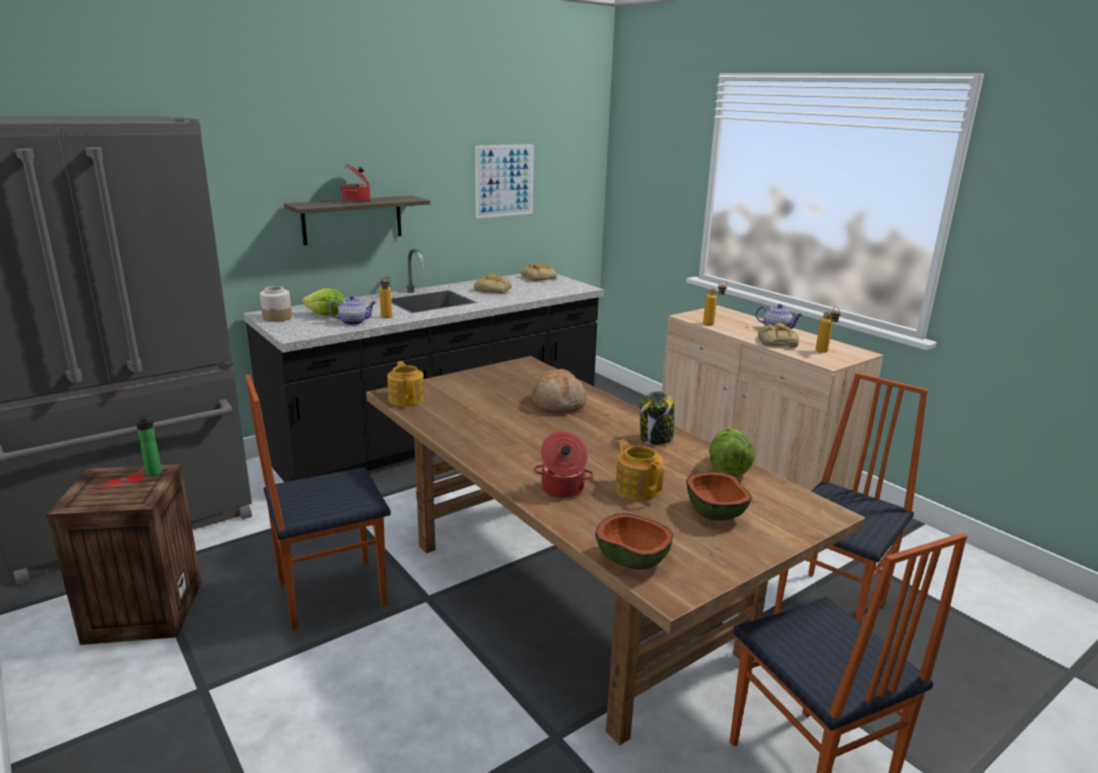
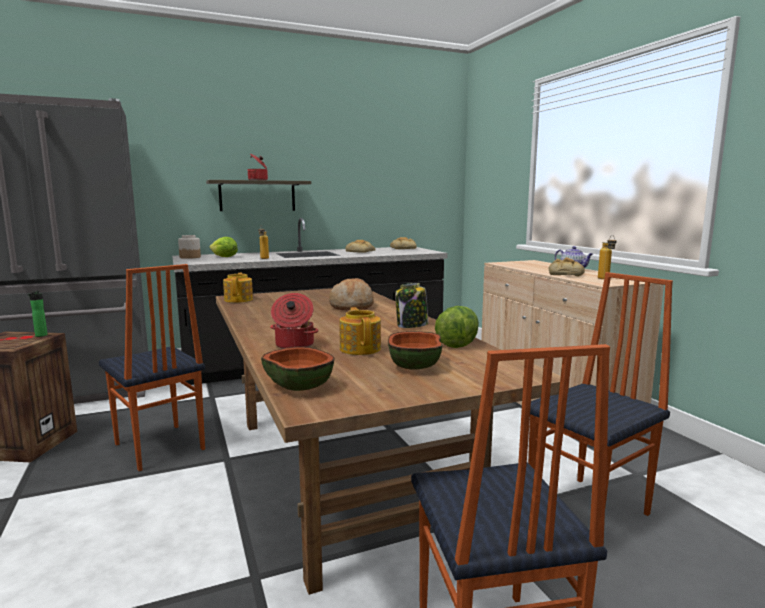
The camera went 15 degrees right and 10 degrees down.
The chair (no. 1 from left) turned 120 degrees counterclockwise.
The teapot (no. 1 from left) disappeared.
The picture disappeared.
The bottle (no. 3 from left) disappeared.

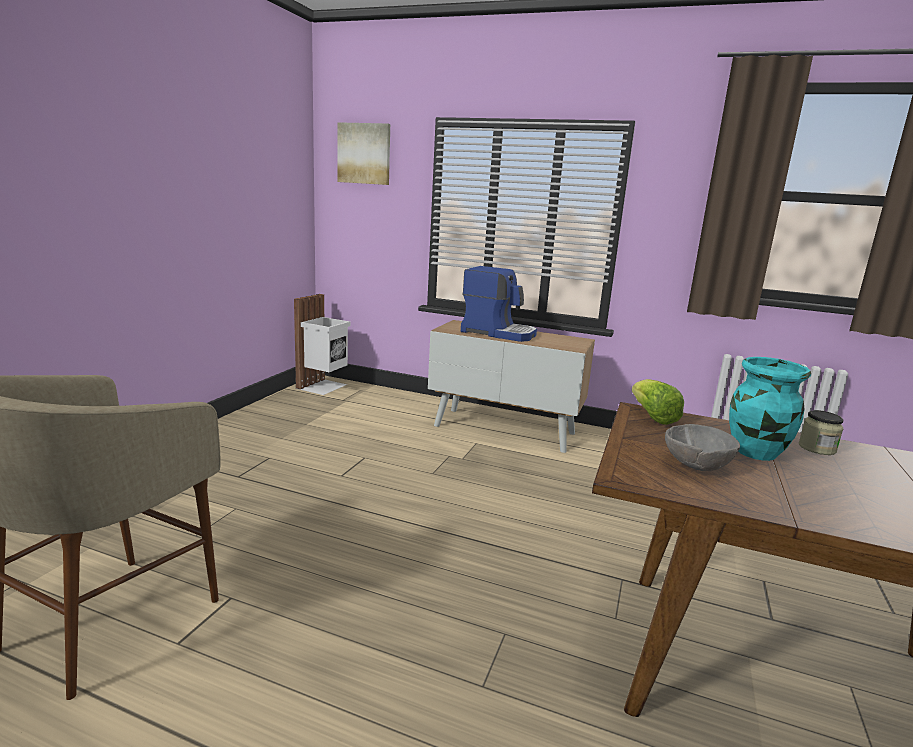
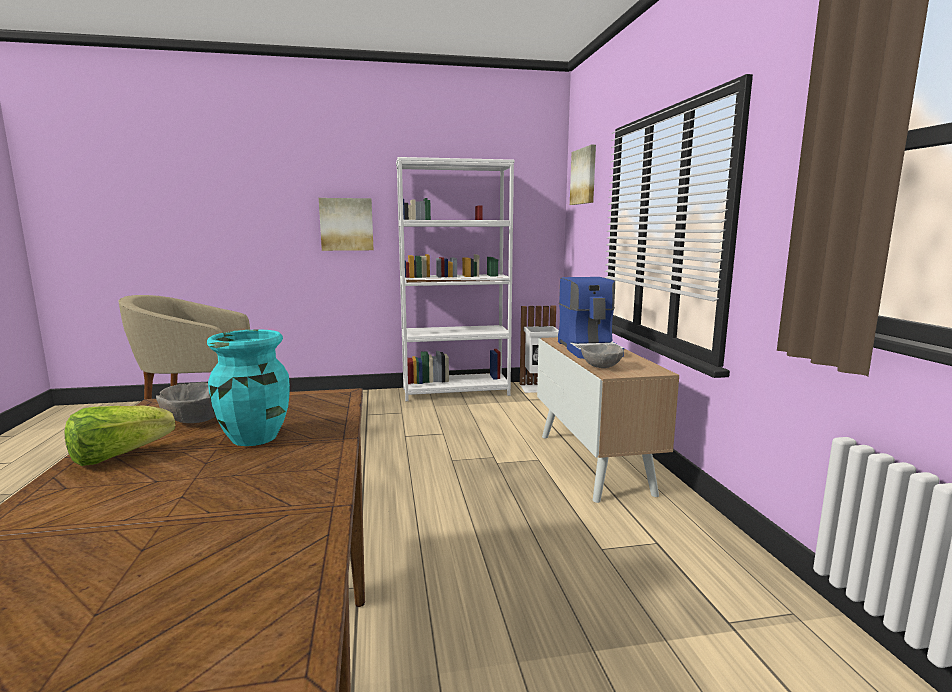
The camera went 60 degrees right and 5 degrees down.
The lettuce moved.
The picture (no. 1 from left) appeared.
The bookcase in white appeared.
The bowl in grey (no. 2 from left) appeared.
The jar disappeared.

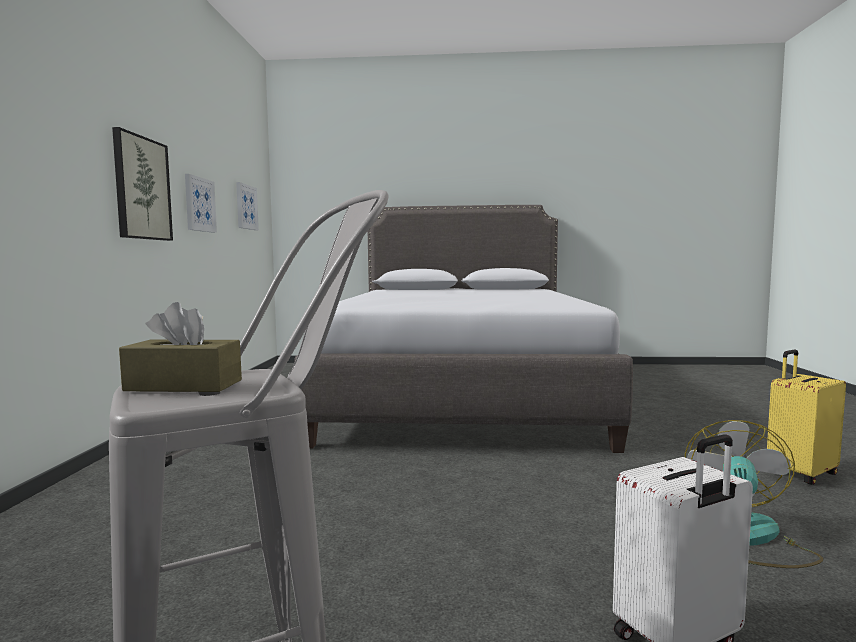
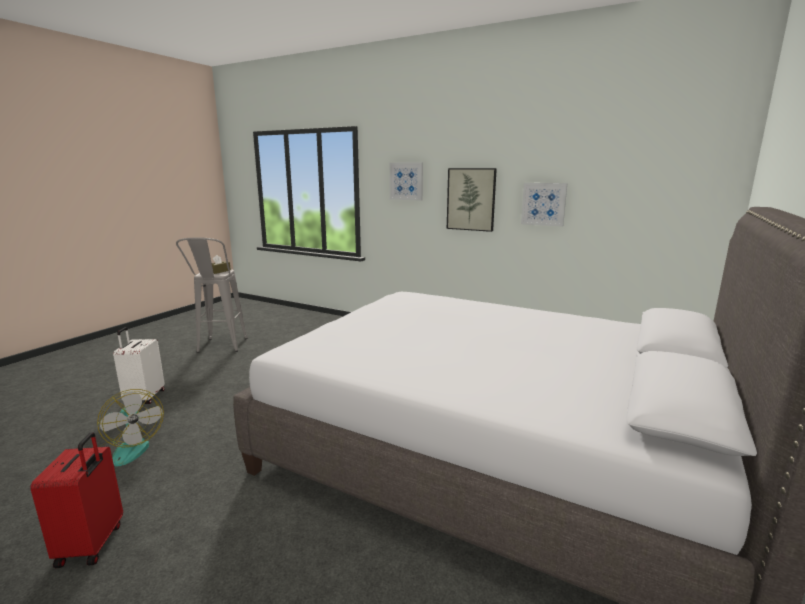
The camera went 115 degrees right and 10 degrees up.
The suitcase in yellow became the suitcase in red.
The picture (no. 3 from left in the first image) moved.

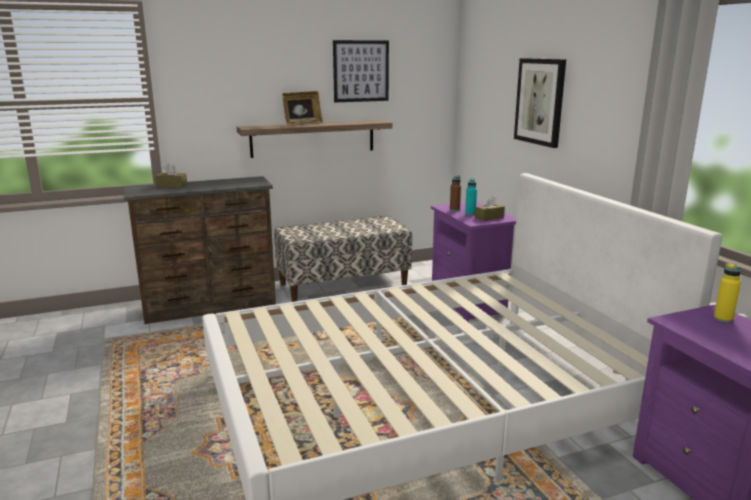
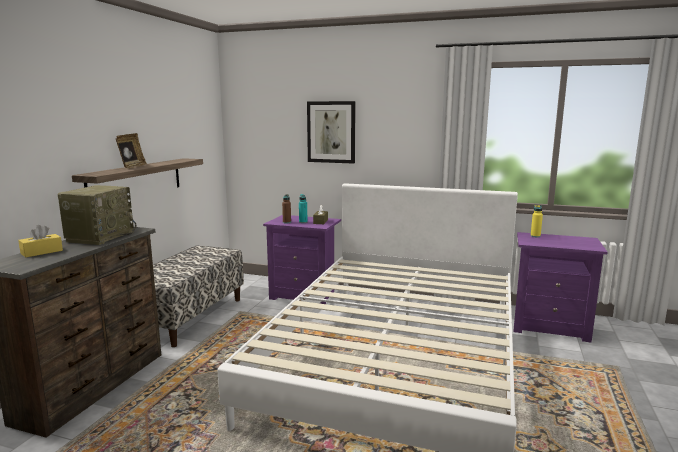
The camera went 50 degrees left and 5 degrees down.
The tissue box in brown (no. 1 from left) became the tissue box in yellow.
The radio appeared.
The picture (no. 1 from left) disappeared.

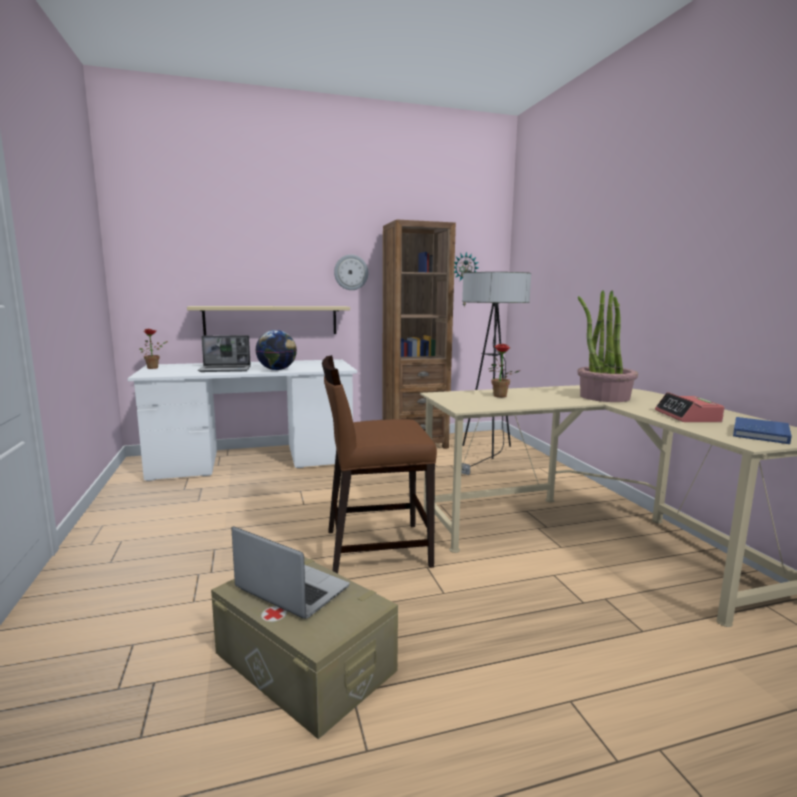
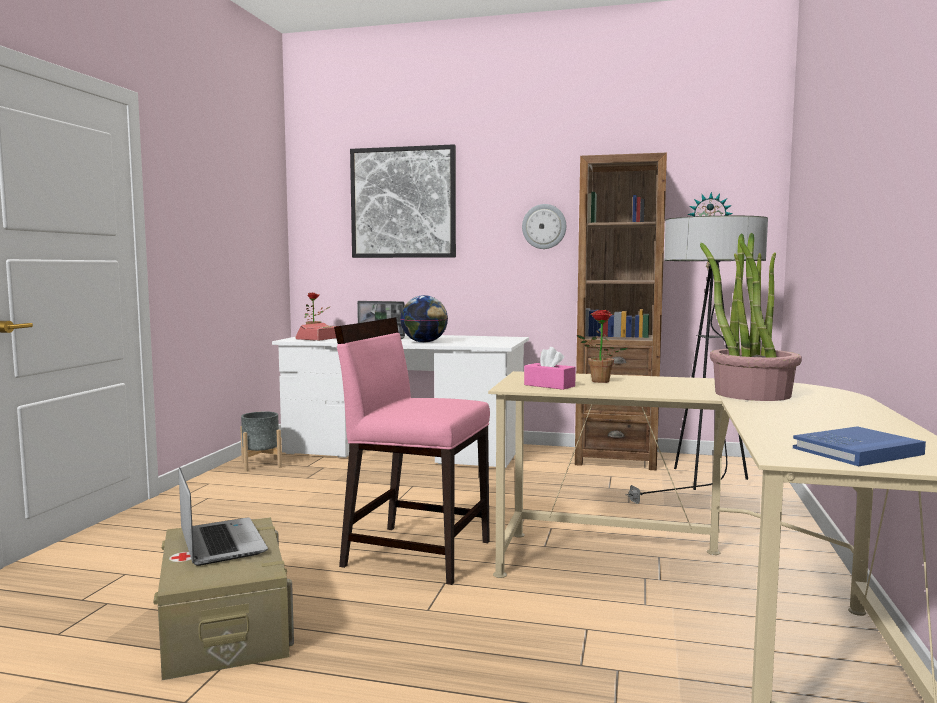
The camera went 30 degrees right and 5 degrees down.
The planter in grey appeared.
The alarm clock moved.
The chair in brown became the chair in pink.
The picture appeared.
The tissue box in pink appeared.
The shelf in beige disappeared.

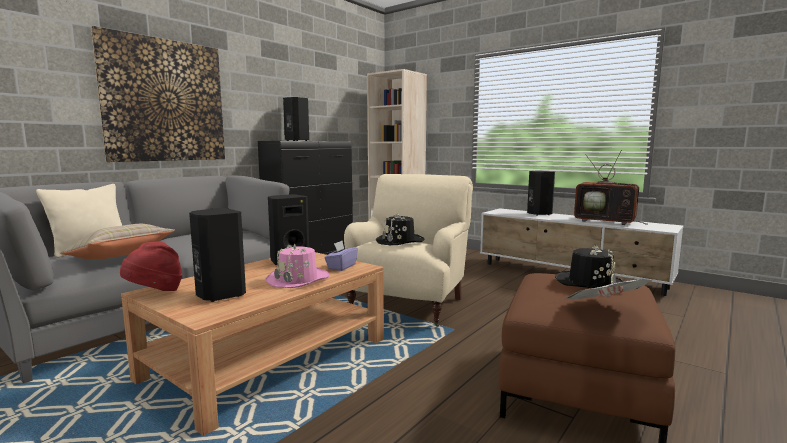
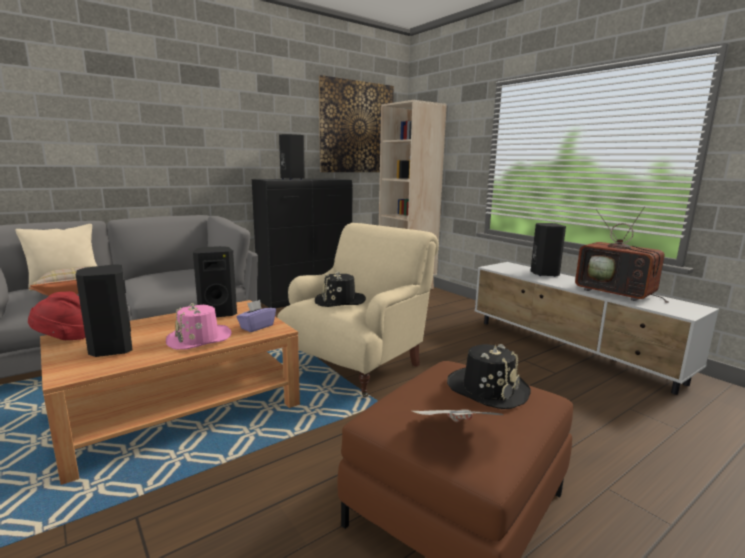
The camera went 15 degrees right and 5 degrees up.
The picture moved.

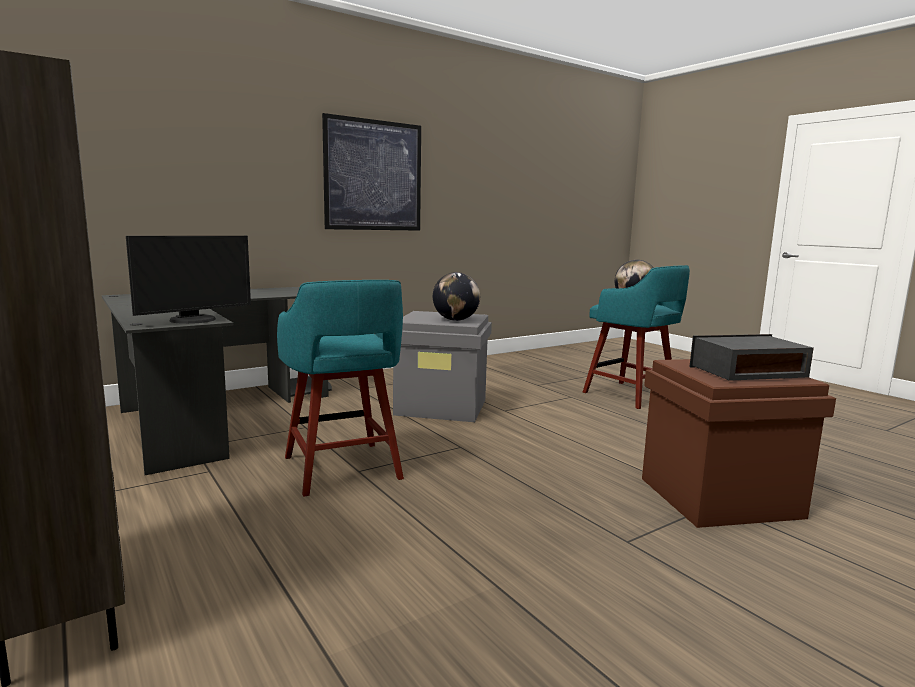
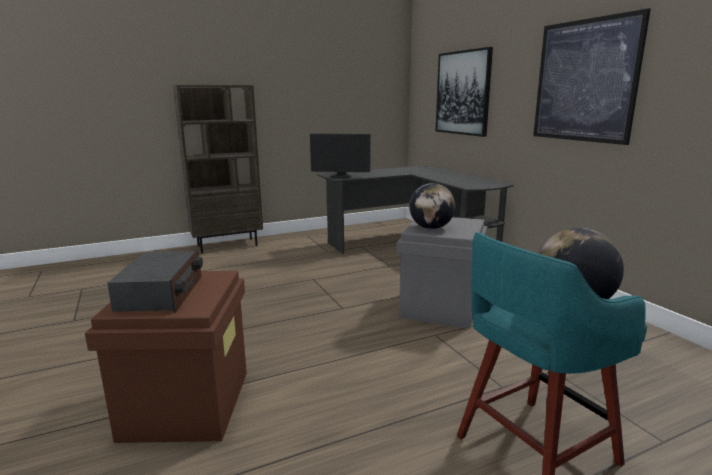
The camera went 100 degrees right and 5 degrees up.
The monitor turned 45 degrees counterclockwise.
The picture (no. 1 from left) appeared.
The stool in turquoise (no. 1 from left) disappeared.

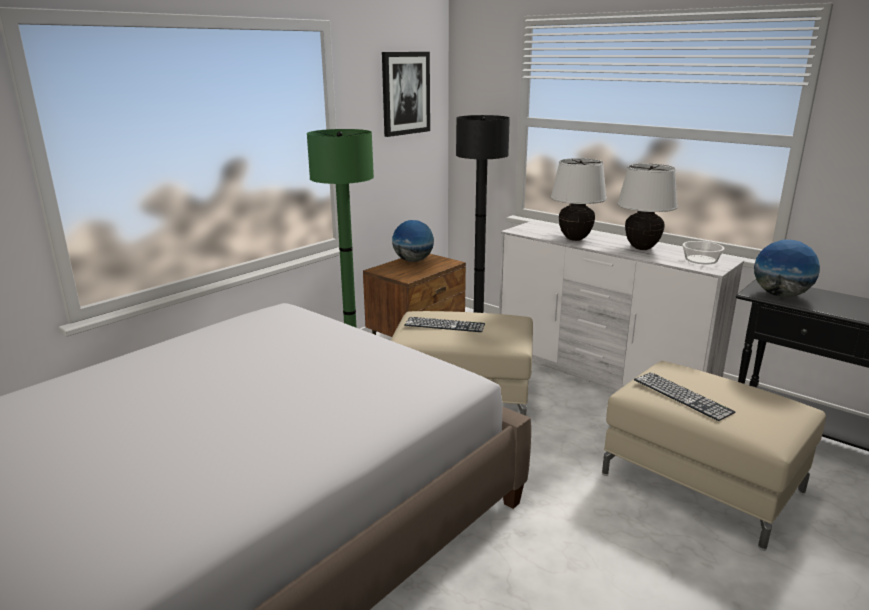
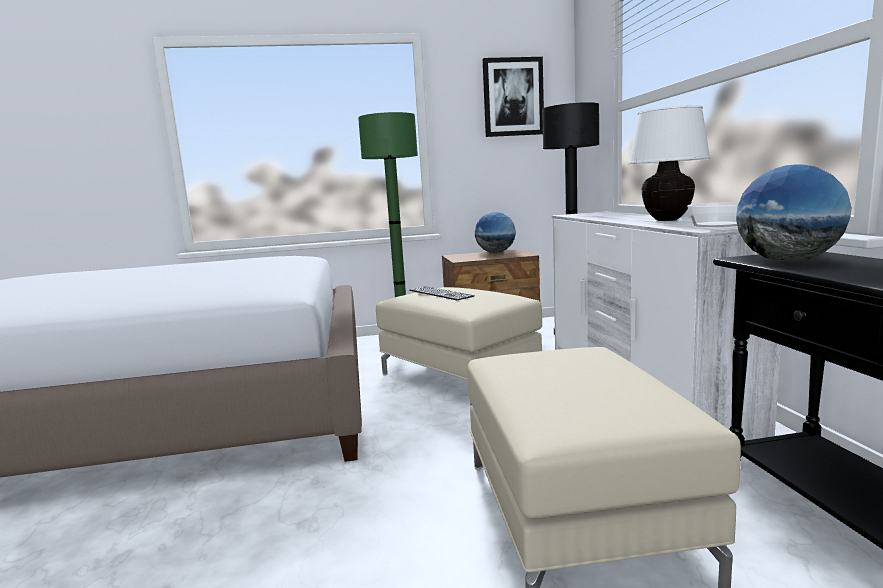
The camera went 40 degrees right and 10 degrees down.
The table lamp in white (no. 1 from left) disappeared.
The keyboard (no. 2 from left) disappeared.

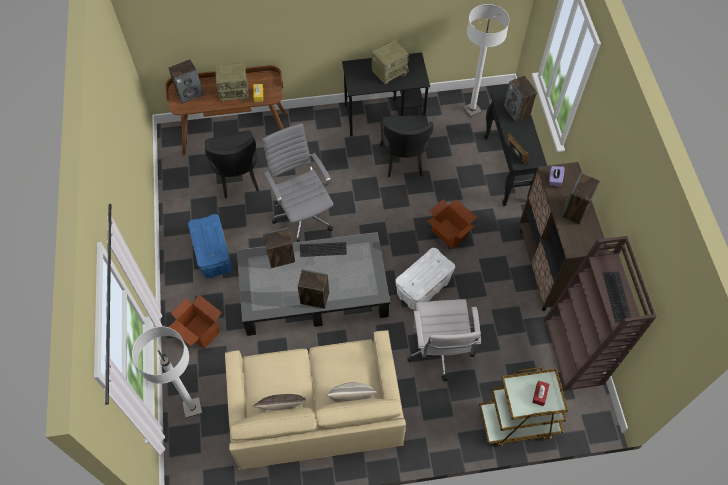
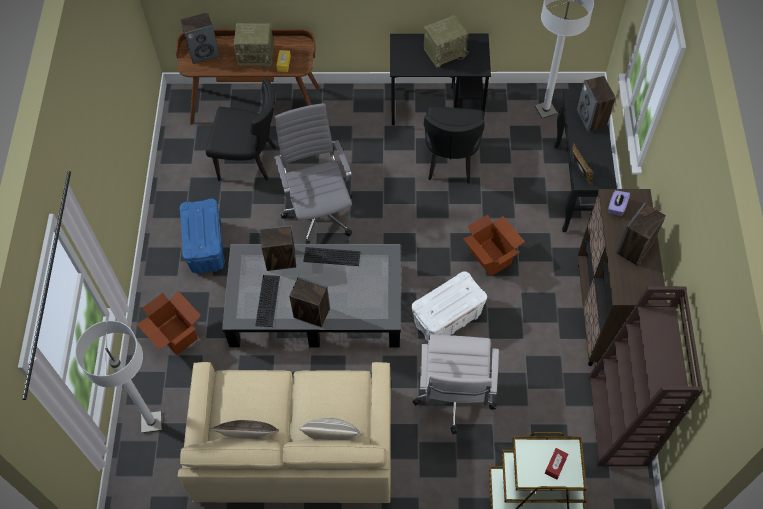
The camera went 10 degrees right and 0 degrees up.
The chair in black (no. 1 from left) turned 75 degrees counterclockwise.
The keyboard (no. 2 from left in the first image) moved.

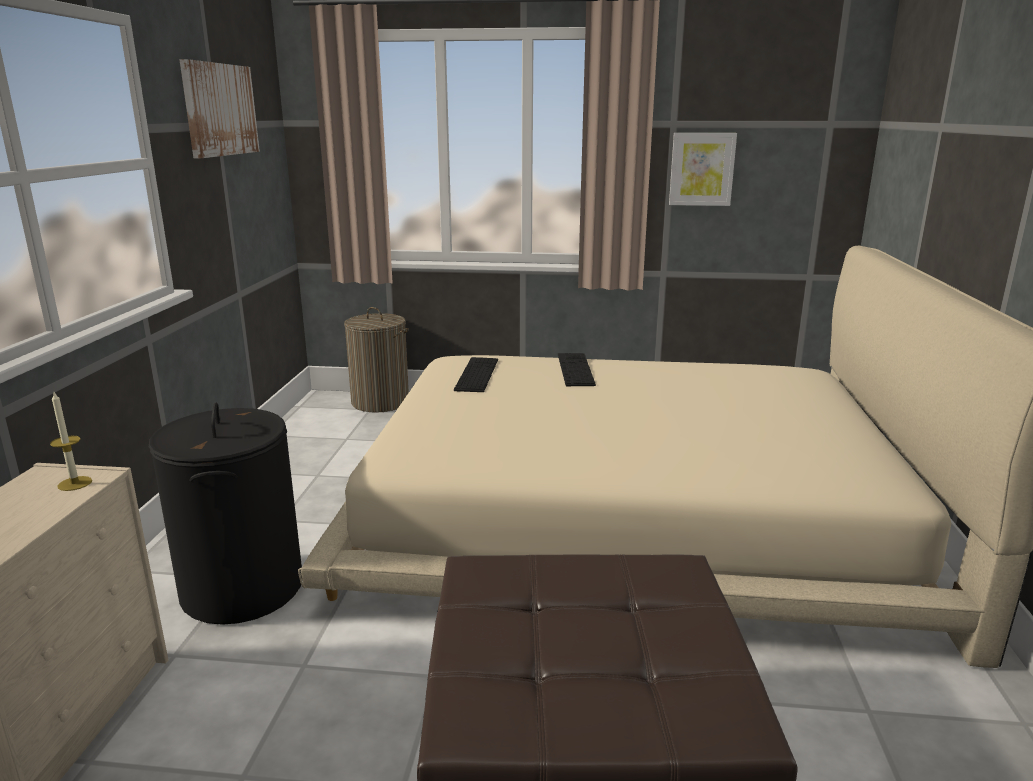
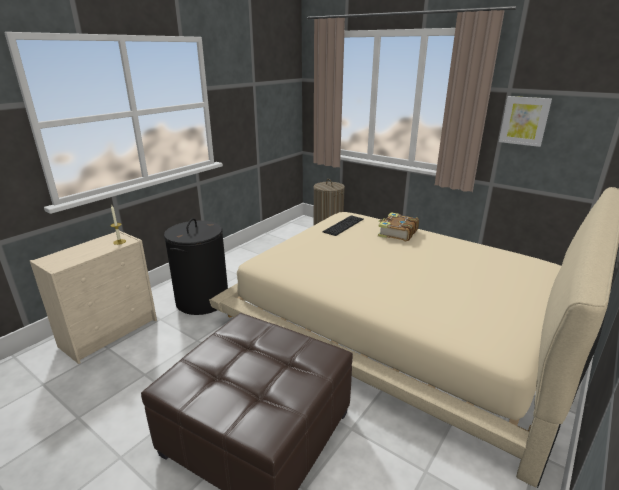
The camera went 30 degrees right and 5 degrees up.
The keyboard (no. 2 from left) was replaced by the book.
The picture (no. 1 from left) disappeared.

